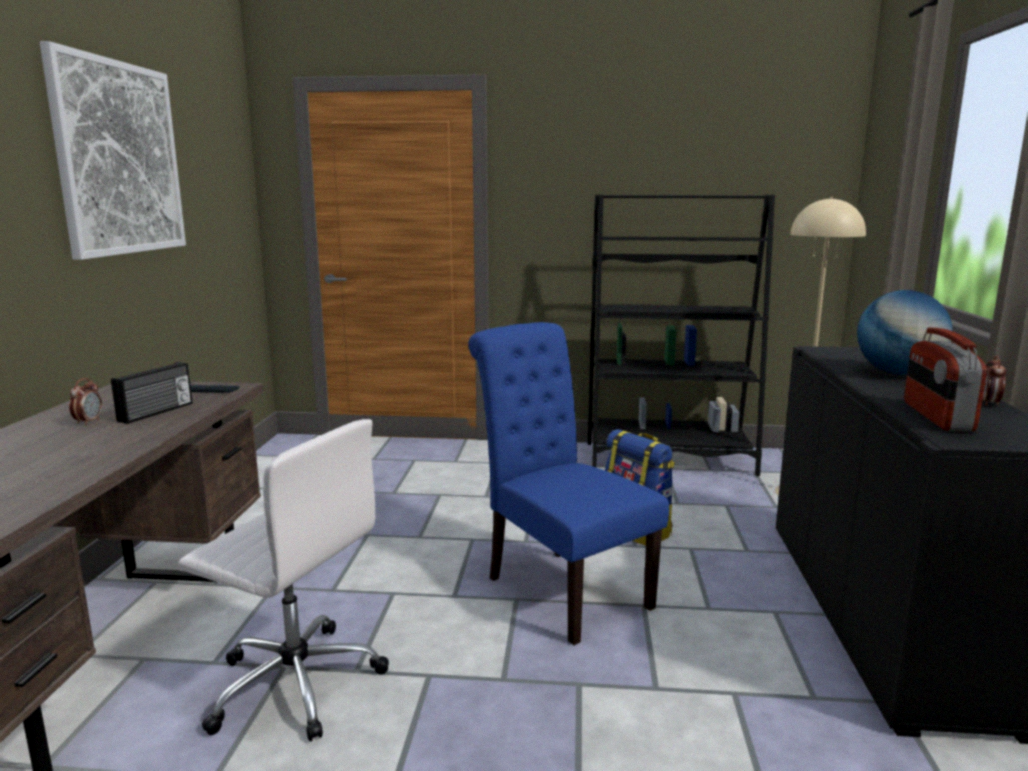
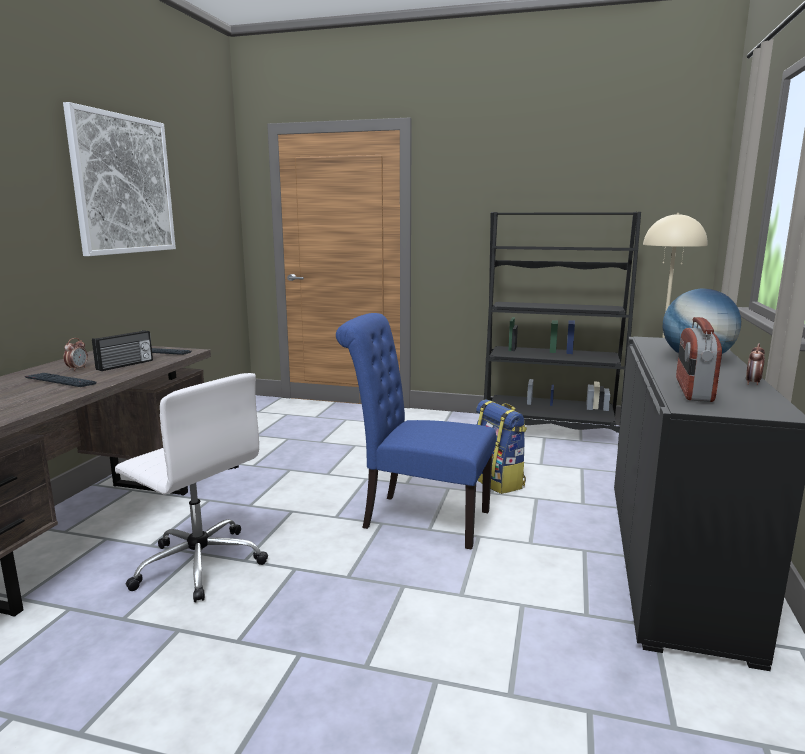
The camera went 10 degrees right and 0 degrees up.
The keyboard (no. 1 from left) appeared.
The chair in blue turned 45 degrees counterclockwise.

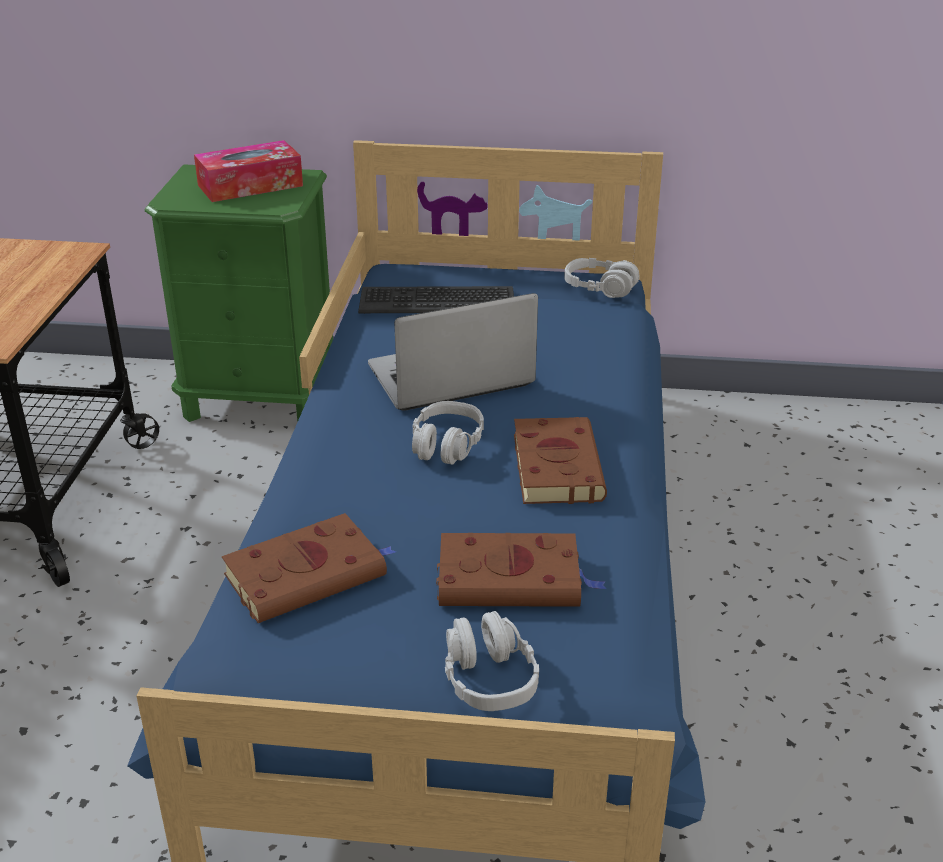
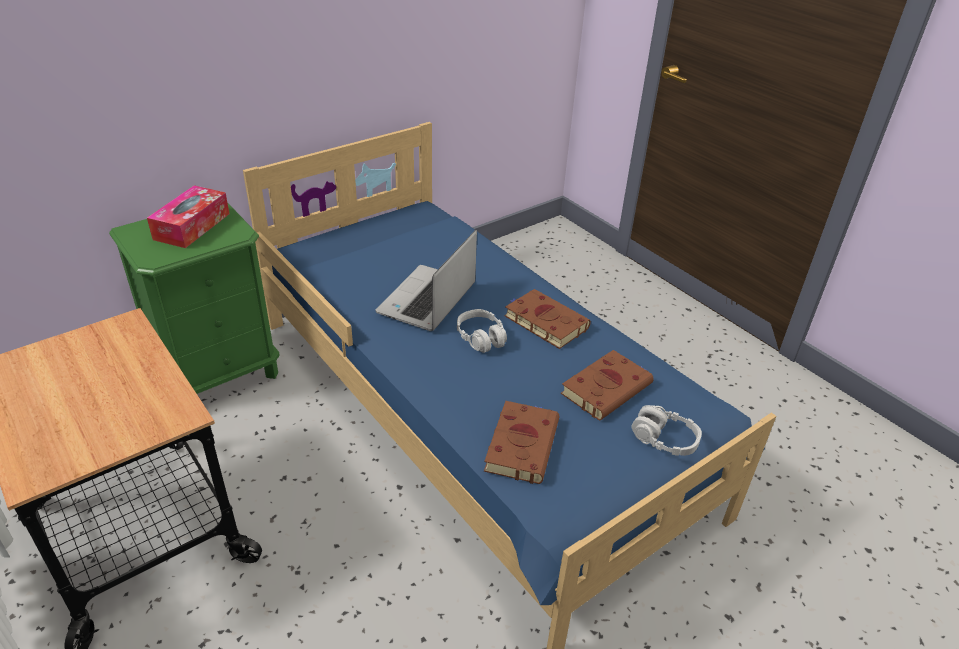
The camera went 45 degrees left and 5 degrees up.
The keyboard disappeared.
The headphones in grey (no. 3 from left) disappeared.

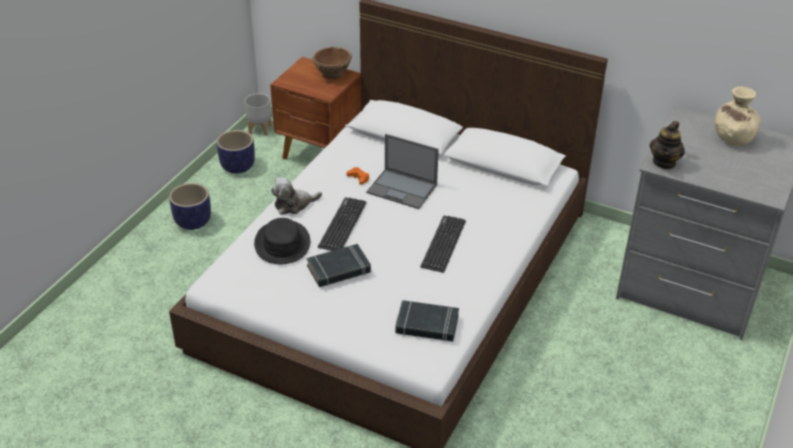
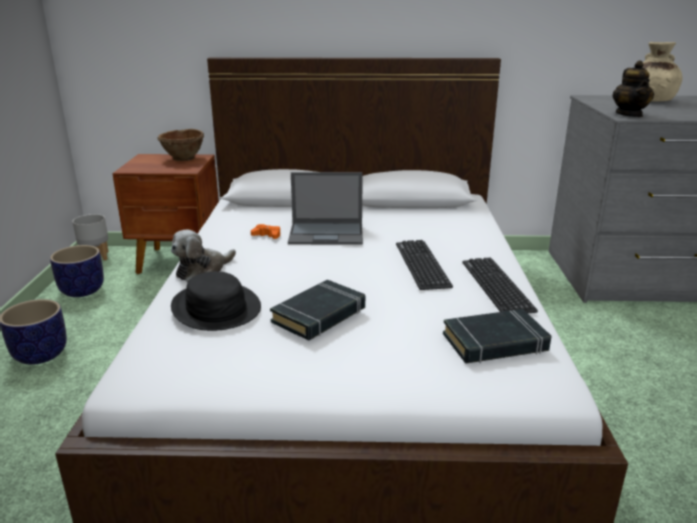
The camera went 25 degrees left and 15 degrees down.
The keyboard (no. 1 from left in the first image) moved.

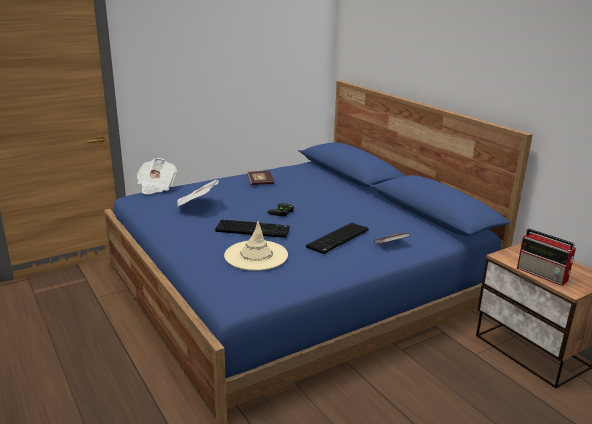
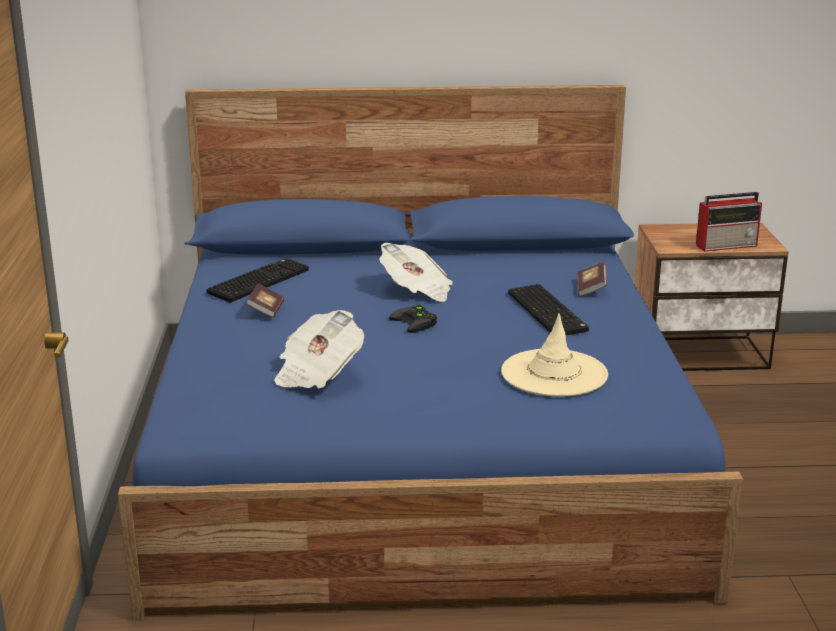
The camera went 60 degrees left and 0 degrees up.
The keyboard (no. 1 from left) moved.
The newspaper (no. 1 from left in the first image) moved.

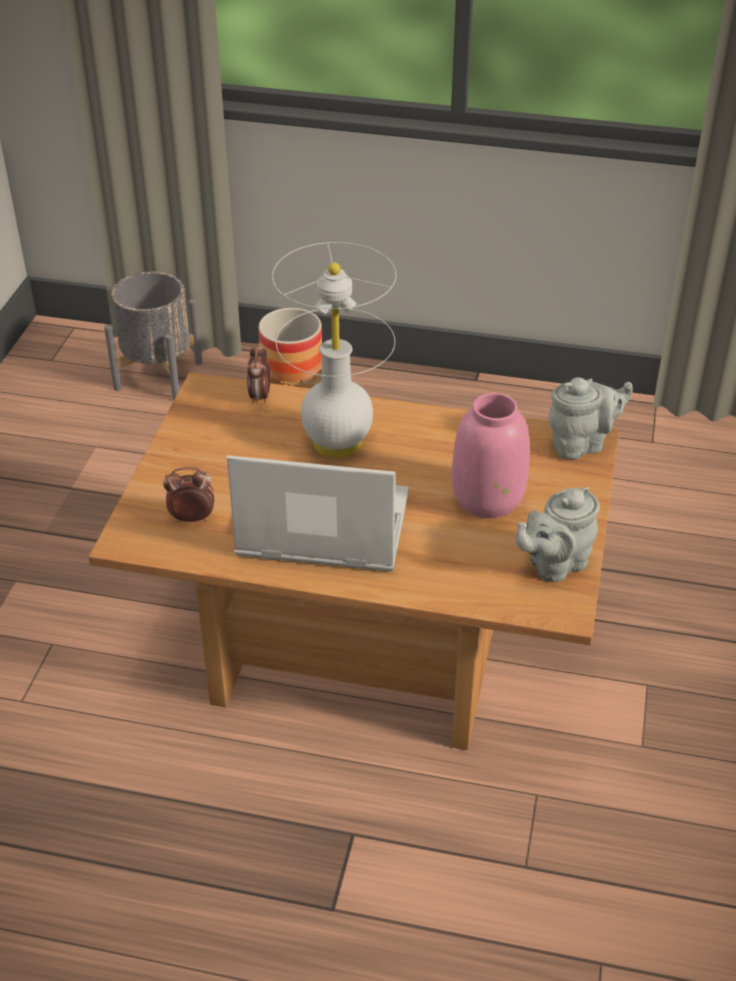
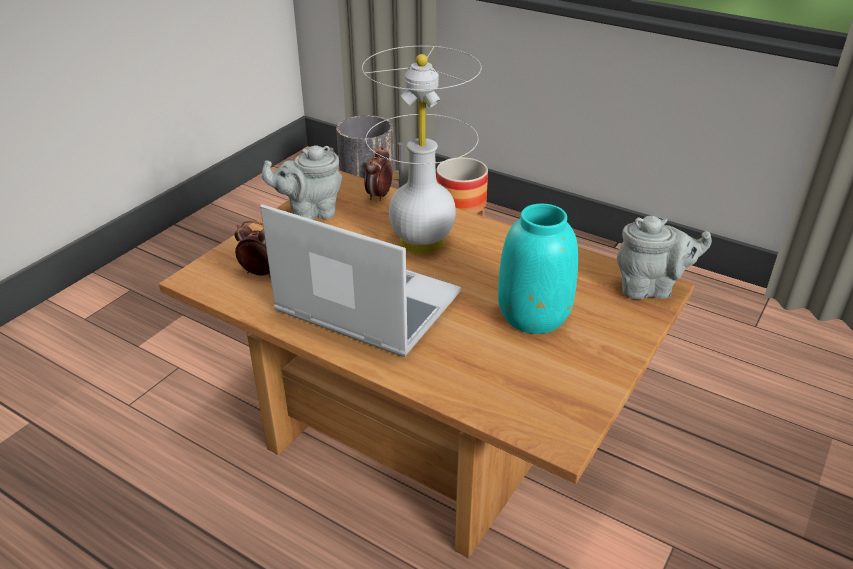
The camera went 20 degrees right and 5 degrees down.
The teapot in grey (no. 1 from left) moved.
The vase in pink became the vase in turquoise.

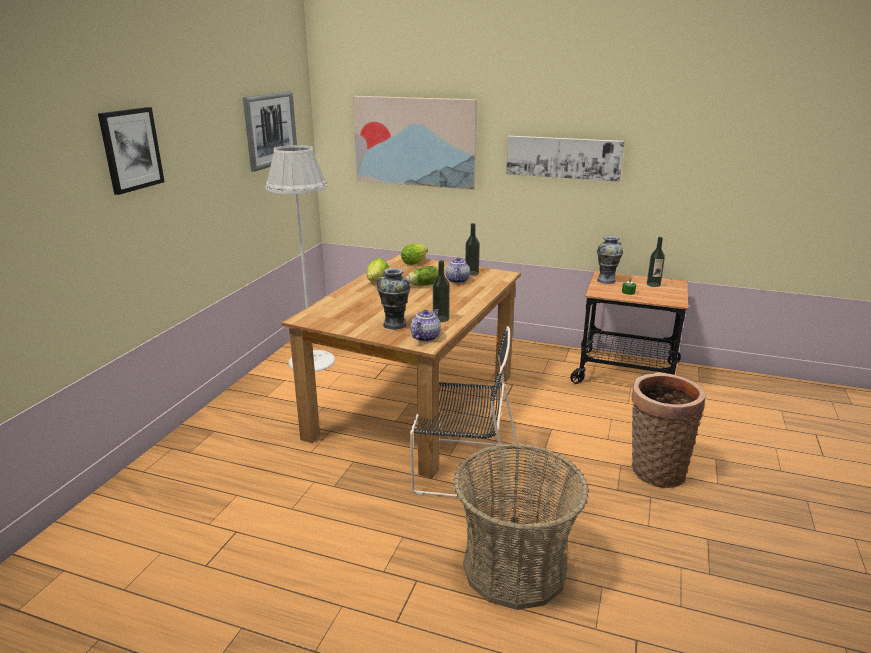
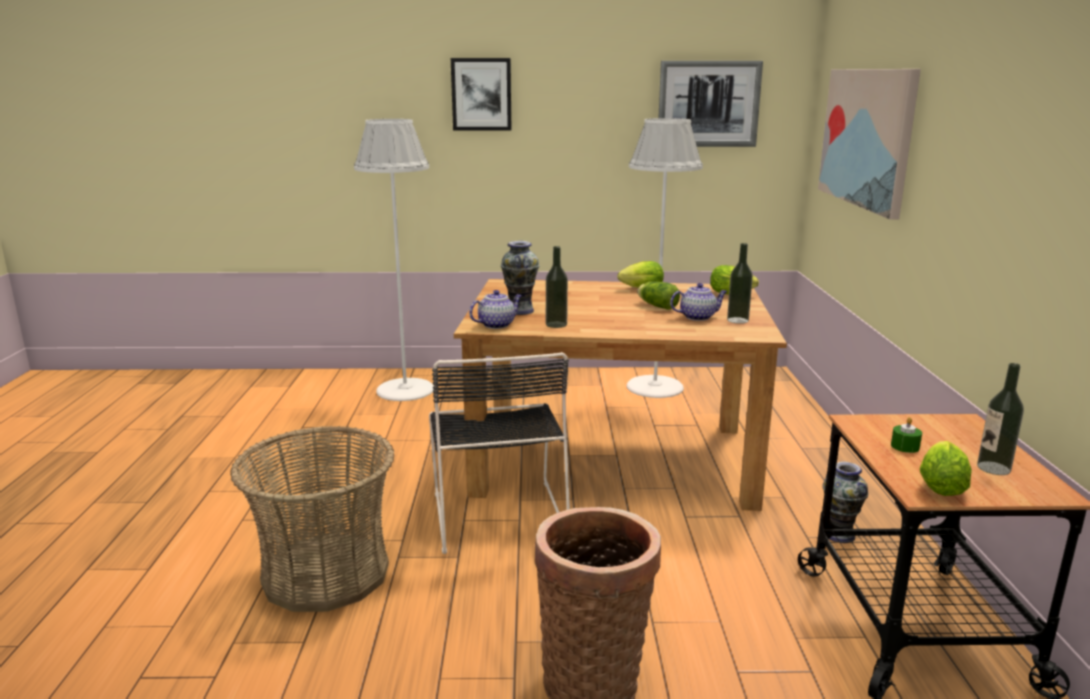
The camera went 70 degrees right and 5 degrees down.
The floor lamp in white (no. 1 from left) appeared.
The teapot (no. 1 from left) turned 45 degrees counterclockwise.
The vase (no. 2 from left) moved.
The lettuce (no. 4 from left) appeared.
The picture (no. 4 from left) disappeared.

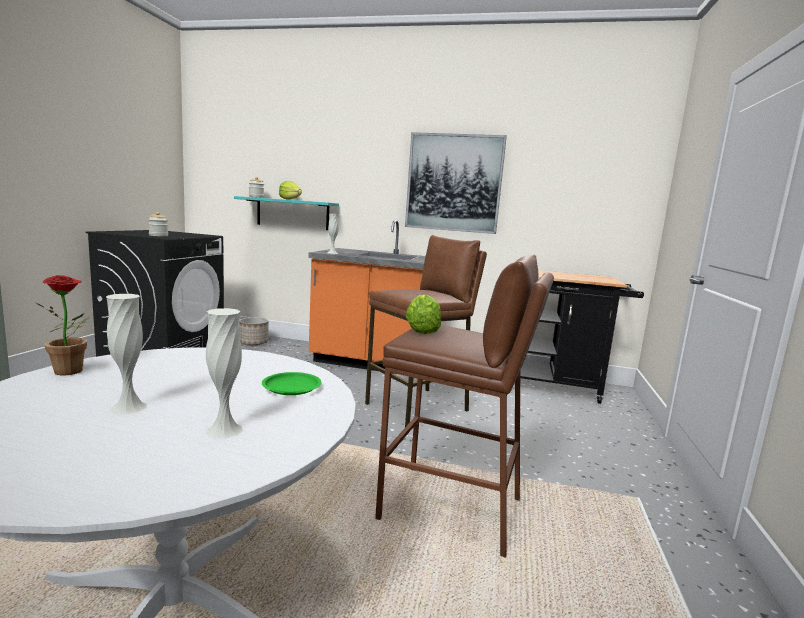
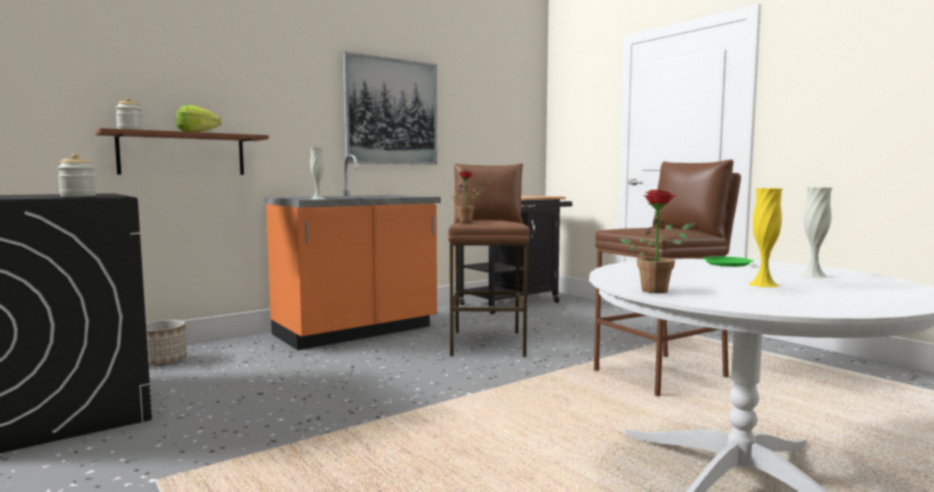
The camera went 50 degrees left and 5 degrees down.
The shelf in turquoise became the shelf in brown.
The potted plant (no. 1 from left) appeared.
The vase in white (no. 1 from left) became the vase in yellow.
The lettuce (no. 2 from left) disappeared.

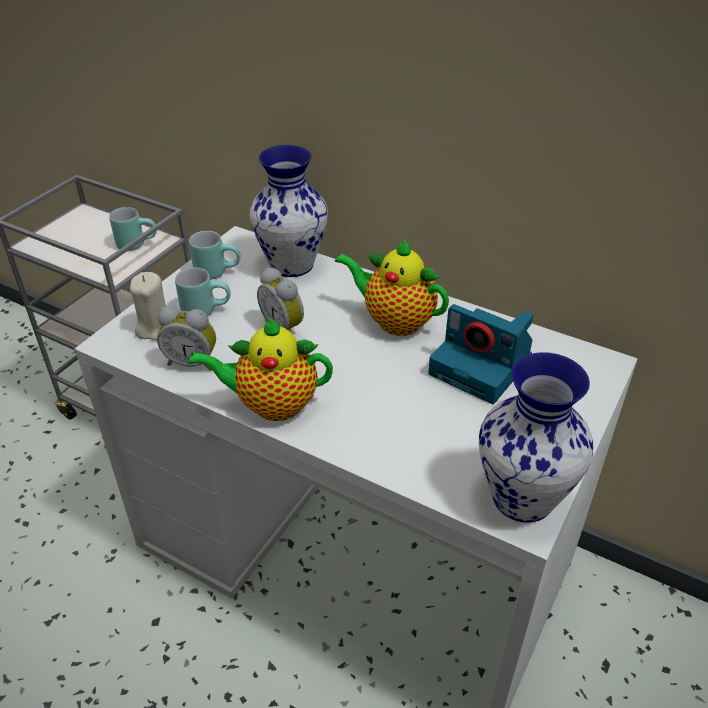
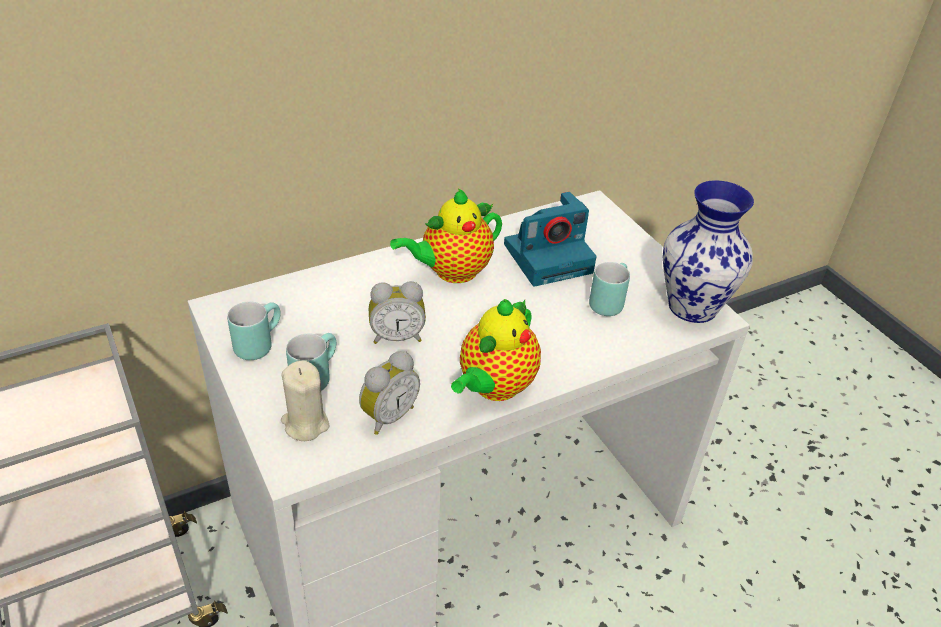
The camera went 60 degrees left and 0 degrees up.
The mug in turquoise (no. 1 from left in the first image) moved.
The vase (no. 1 from left) disappeared.

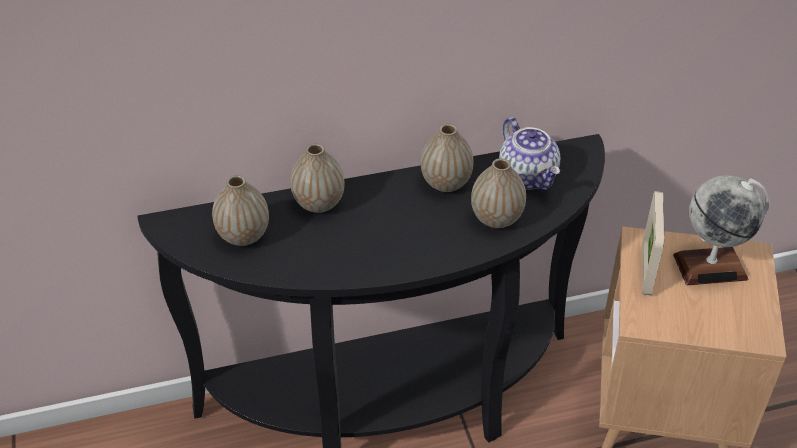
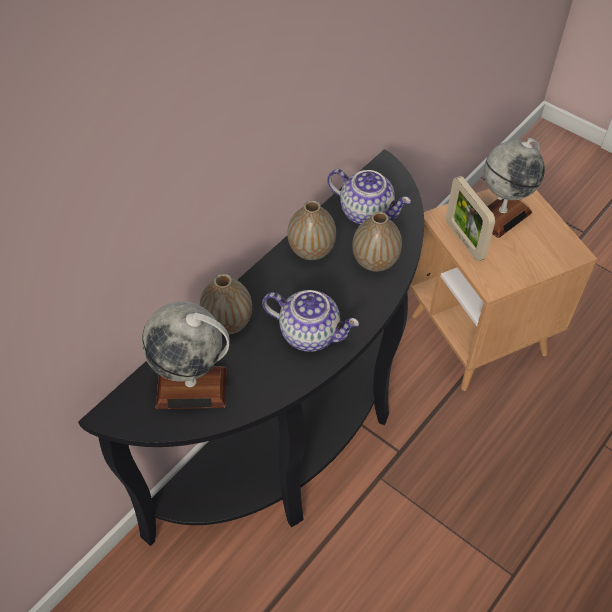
The camera went 35 degrees left and 10 degrees up.
The vase (no. 1 from left) was replaced by the globe (no. 1 from left).
The teapot (no. 1 from left) appeared.

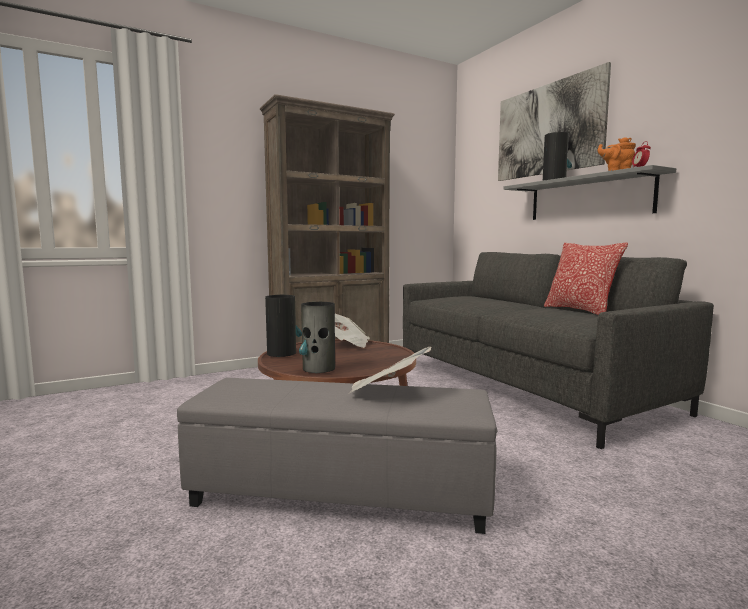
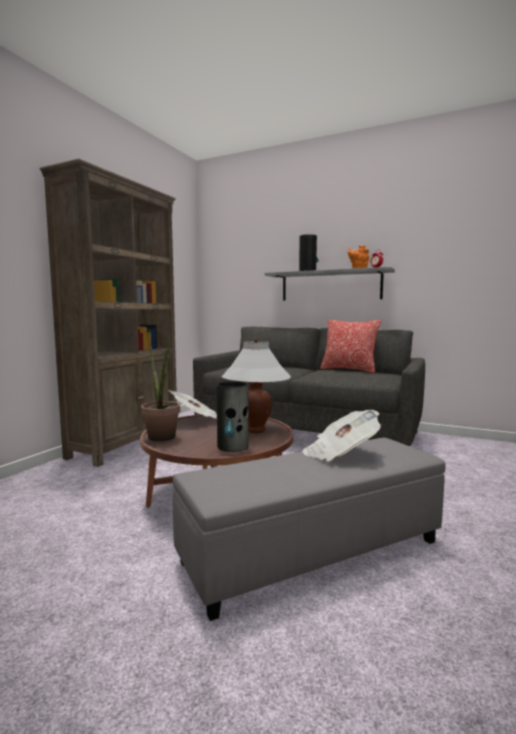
The camera went 35 degrees left and 0 degrees up.
The vase (no. 1 from left) was replaced by the potted plant.
The table lamp in white appeared.
The picture disappeared.

